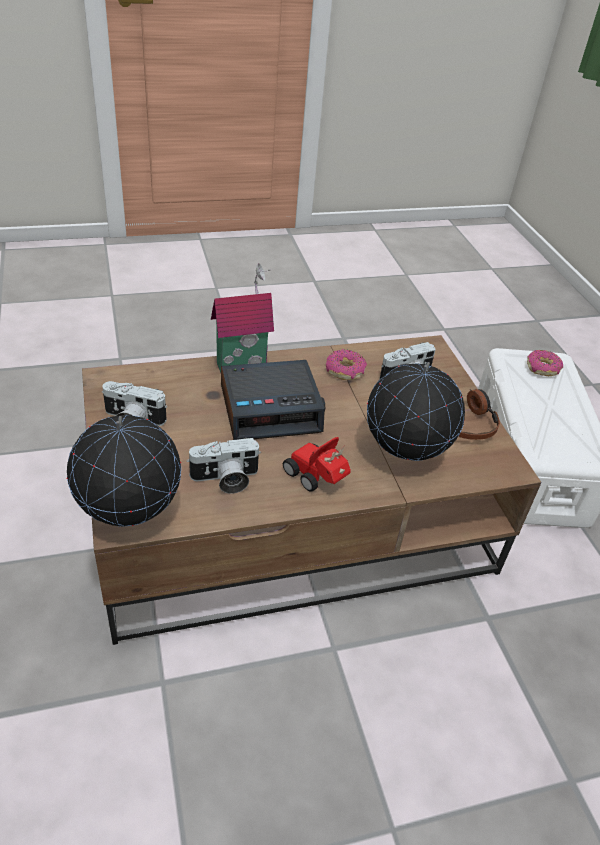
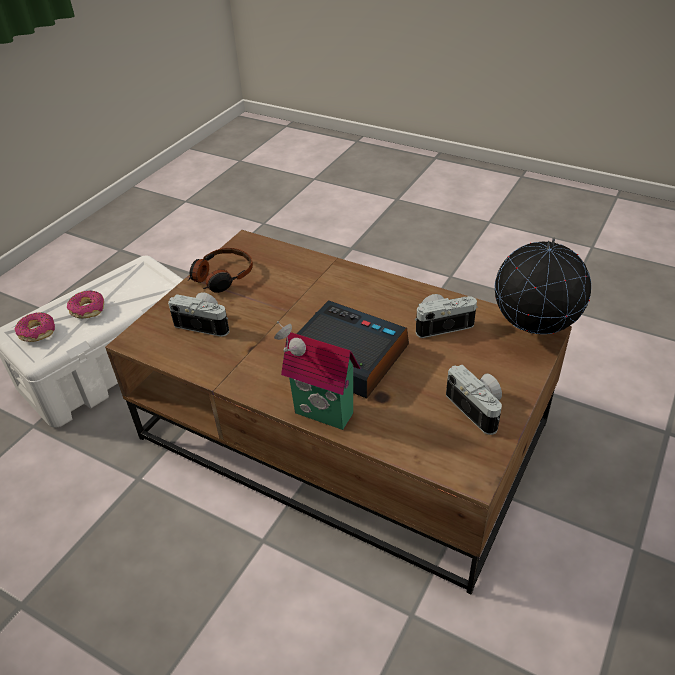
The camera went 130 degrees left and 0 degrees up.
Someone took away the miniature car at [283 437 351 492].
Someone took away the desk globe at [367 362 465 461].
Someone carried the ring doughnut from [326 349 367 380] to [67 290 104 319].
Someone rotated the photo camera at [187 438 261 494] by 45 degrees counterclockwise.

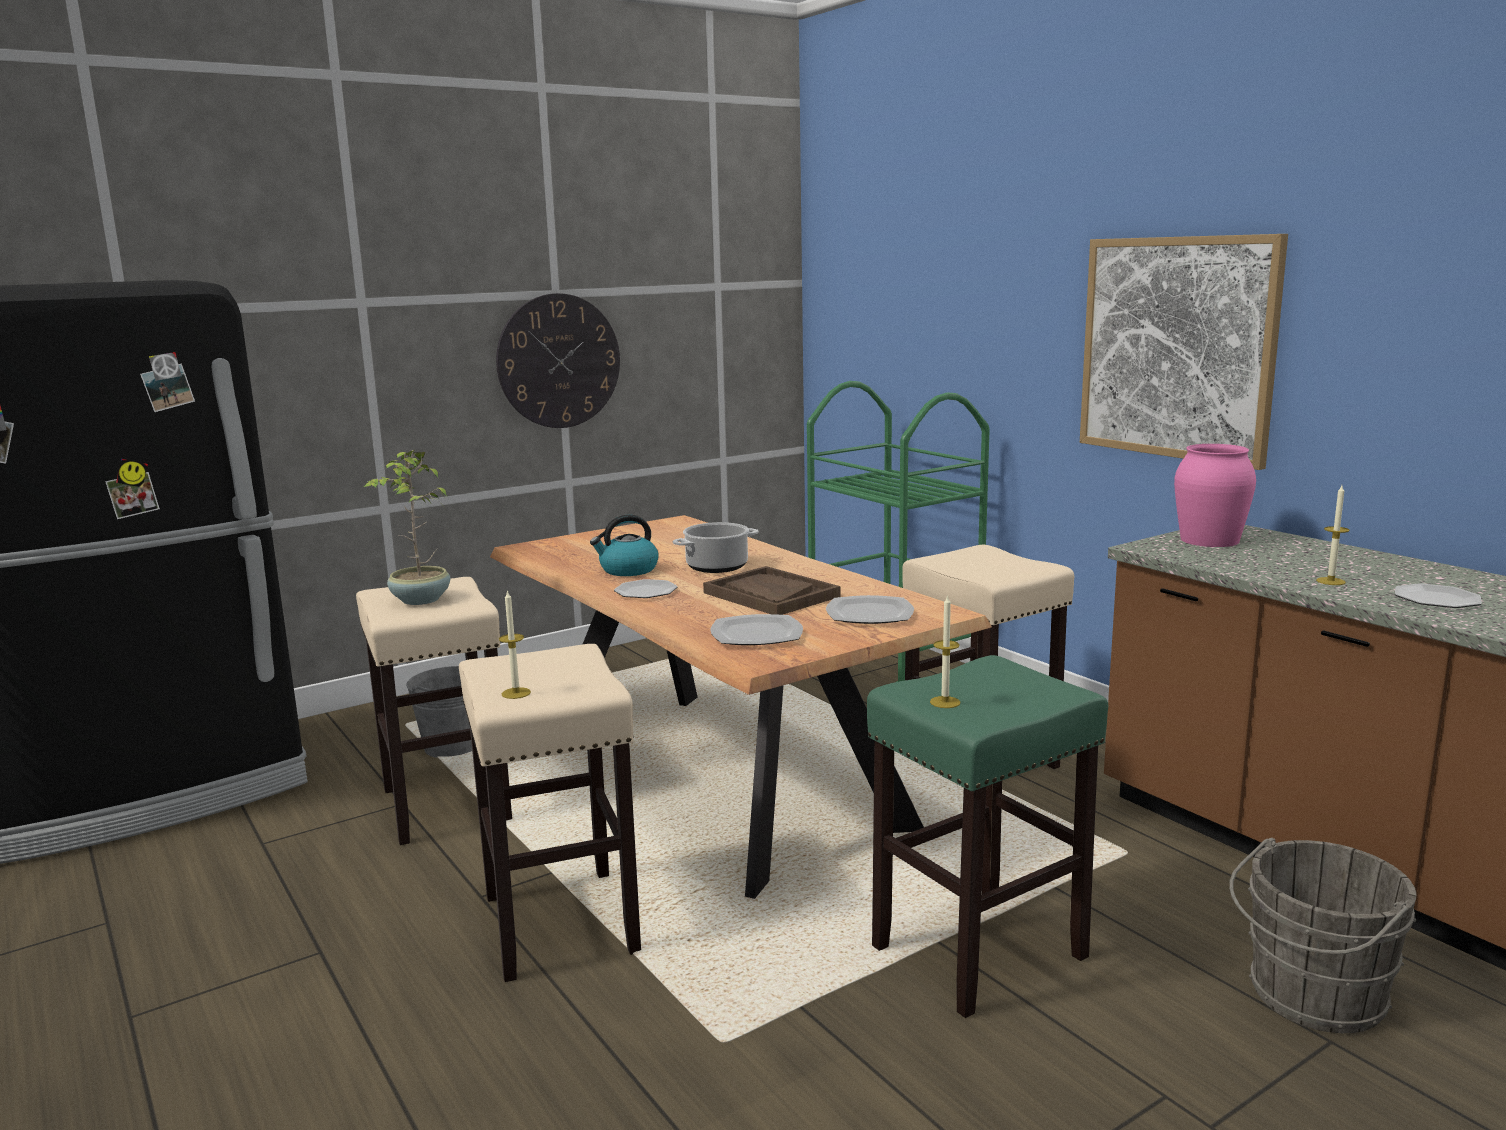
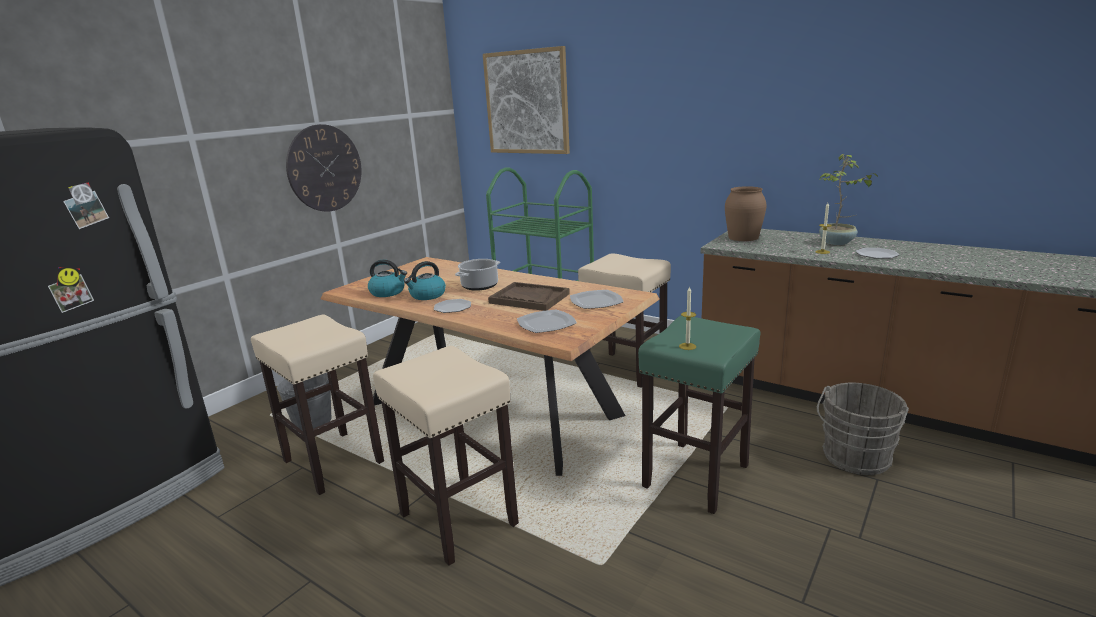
The camera went 20 degrees left and 5 degrees up.
Someone took away the candle at [499 590 531 699].
Someone put down the tea kettle at [368 260 407 297].
Someone carried the plant in a pot from [364 450 450 605] to [819 154 878 245].
Someone carried the picture from [1080 234 1288 470] to [483 46 570 154].
Someone repainted the pink-coloured decorative vase at [1174 444 1256 547], which became the brownish decorative vase at [725 186 767 241].

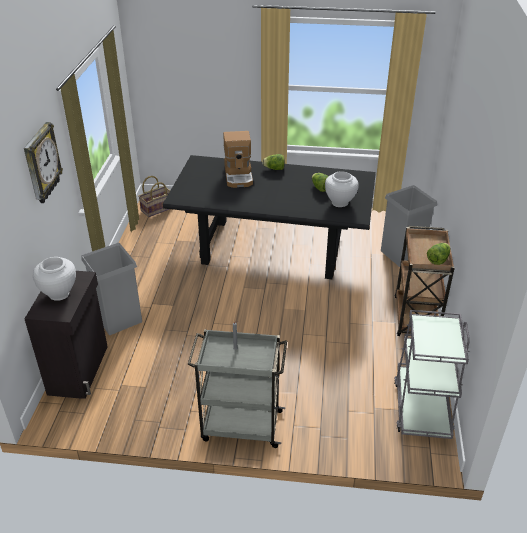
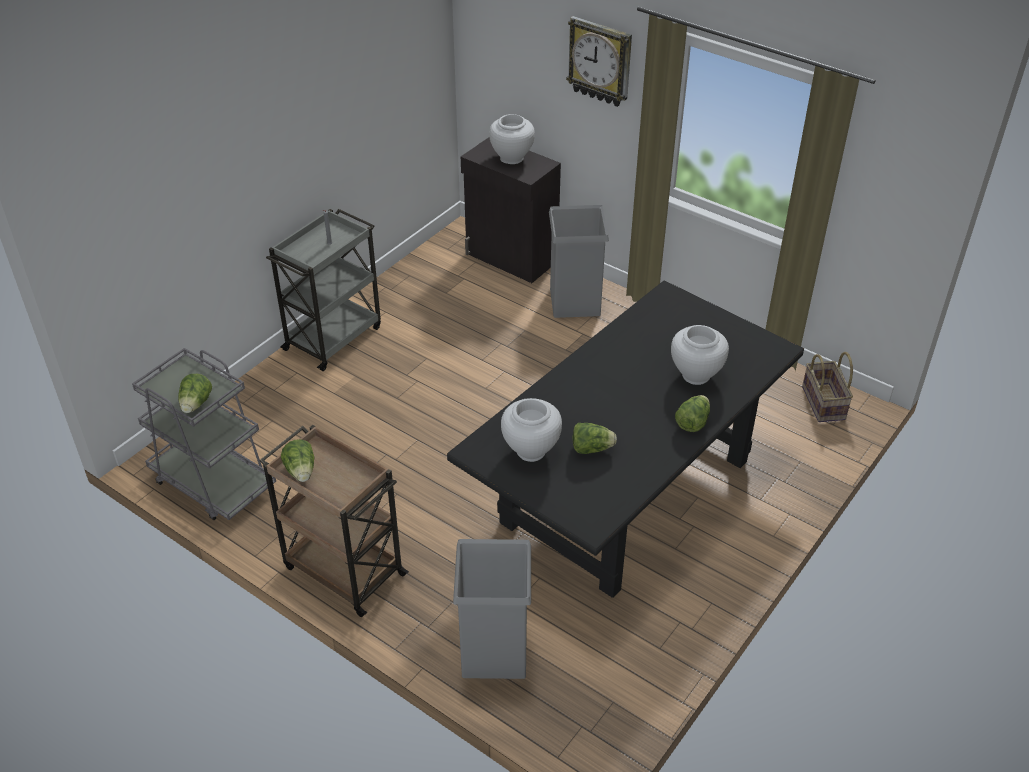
The camera went 120 degrees right and 5 degrees up.
Someone put down the lettuce head at [178 374 212 413].
Someone swapped the coffee machine at [223 131 253 188] for the white decorative vase at [671 325 729 385].

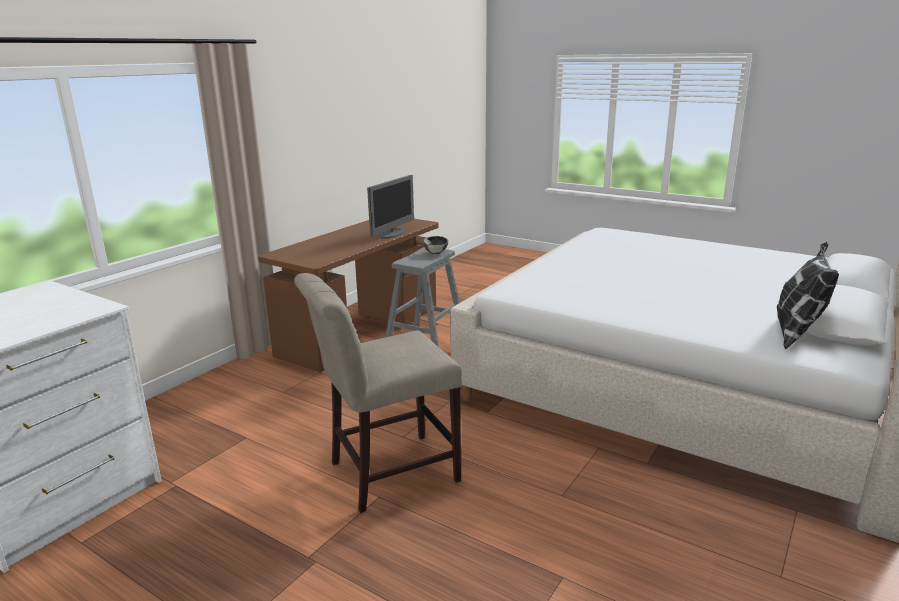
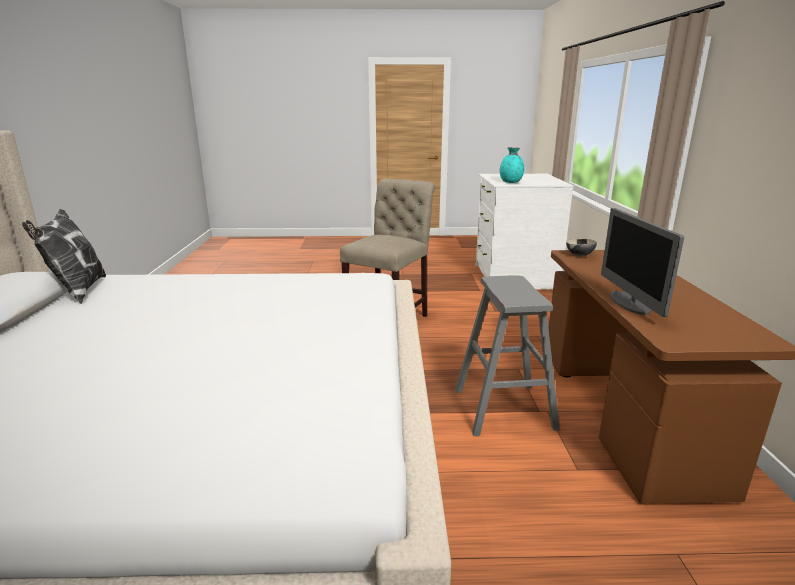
The camera went 145 degrees right and 0 degrees up.
Someone put down the blue-green decorative vase at [500 147 524 183].
Someone carried the serving bowl from [423 236 448 254] to [566 239 597 257].

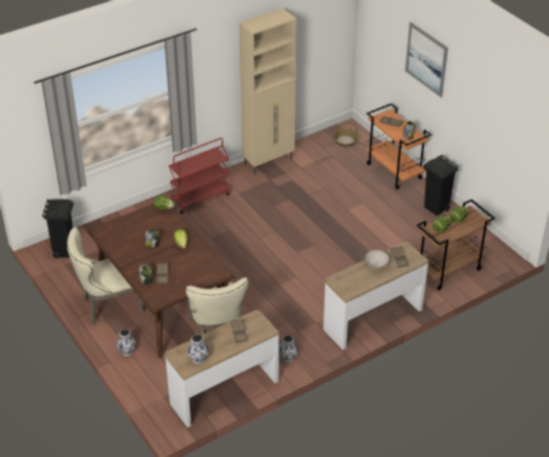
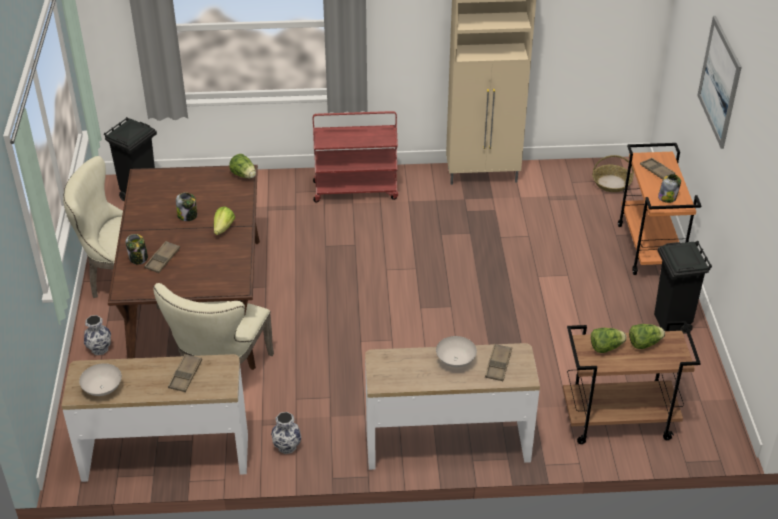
The camera went 30 degrees right and 0 degrees up.
Someone swapped the decorative vase at [188 334 209 364] for the white serving bowl at [79 363 122 396].

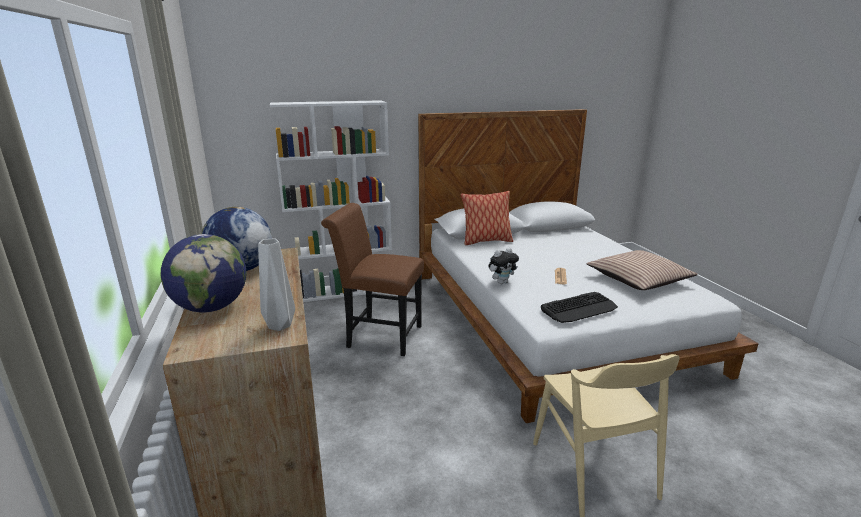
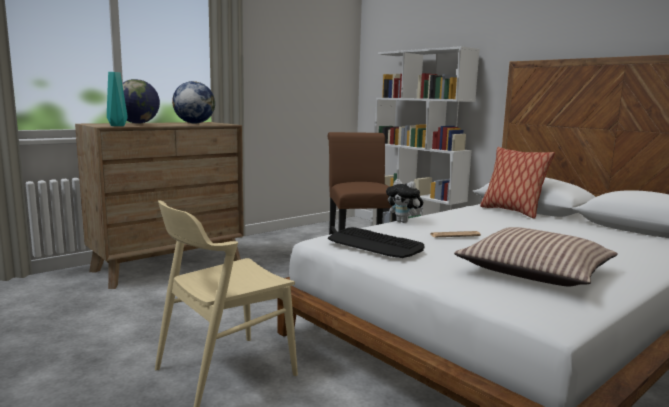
The camera went 65 degrees right and 10 degrees down.
Someone repainted the gray decorative vase at [258 238 295 331], which became the blue-green decorative vase at [107 72 128 126].

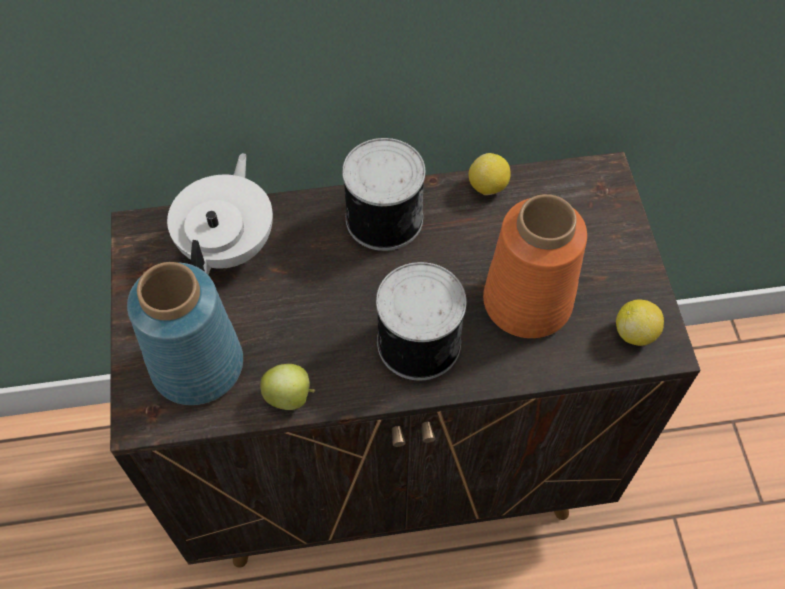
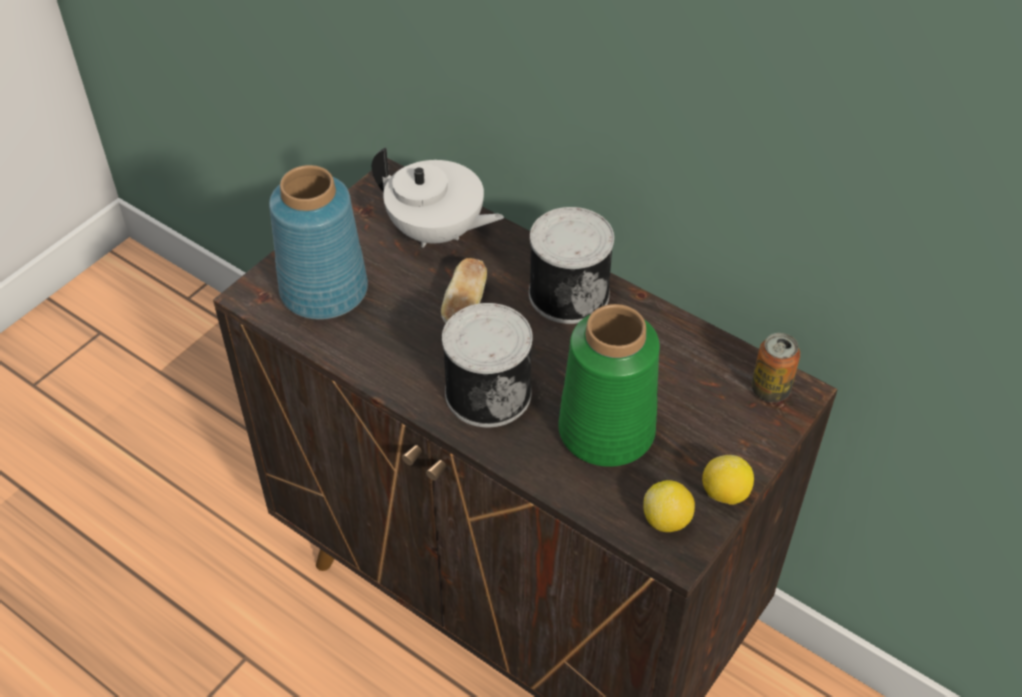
The camera went 45 degrees right and 10 degrees down.
Someone took away the apple at [260 364 315 410].
Someone put down the bakery bread at [441 258 487 324].
Someone put down the metal can at [751 333 800 402].
Someone carried the whole lemon from [468 153 511 195] to [702 455 754 505].
Someone repainted the orange-coloured decorative vase at [483 194 587 338], which became the green-coloured decorative vase at [558 304 660 467].
Someone rotated the white teapot at [167 153 273 276] by 60 degrees clockwise.

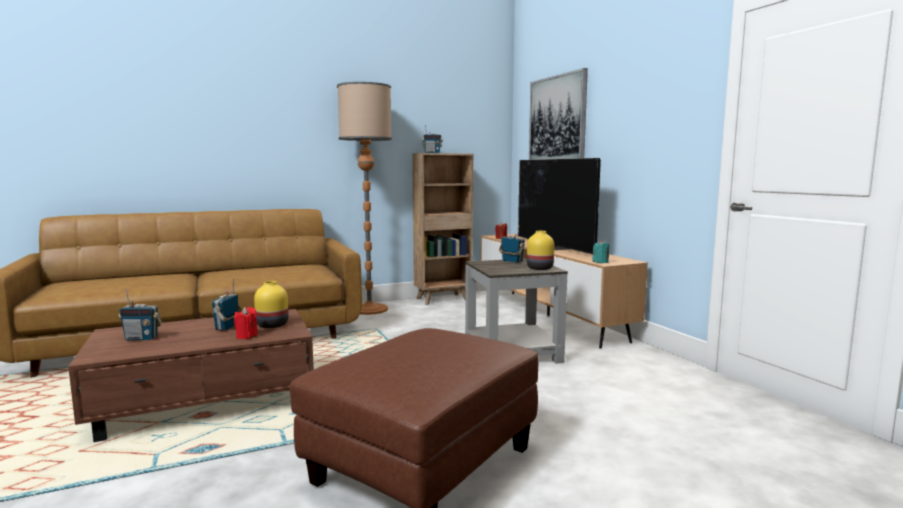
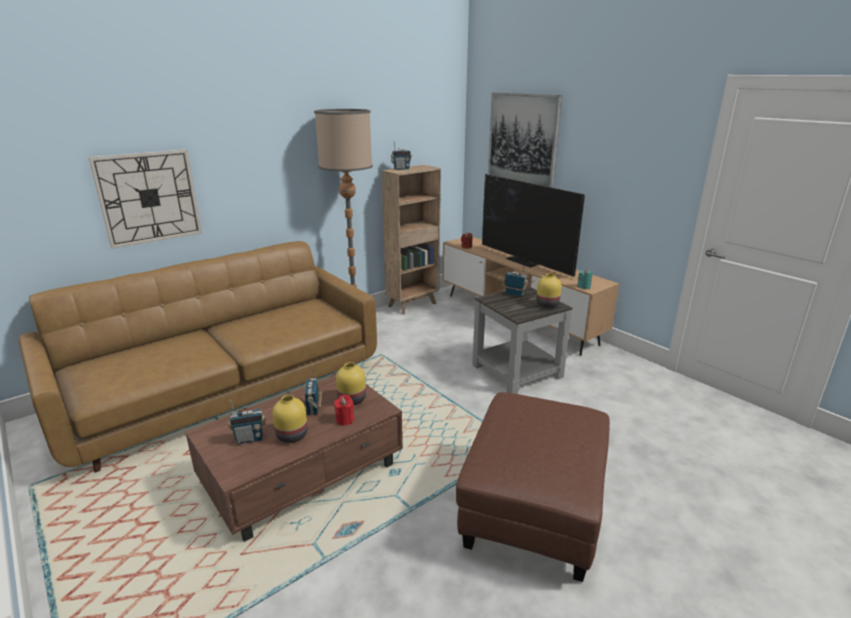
The camera went 15 degrees left and 15 degrees up.
Someone put up the wall clock at [88 149 202 249].
Someone put down the yellowish decorative vase at [272 395 308 443].

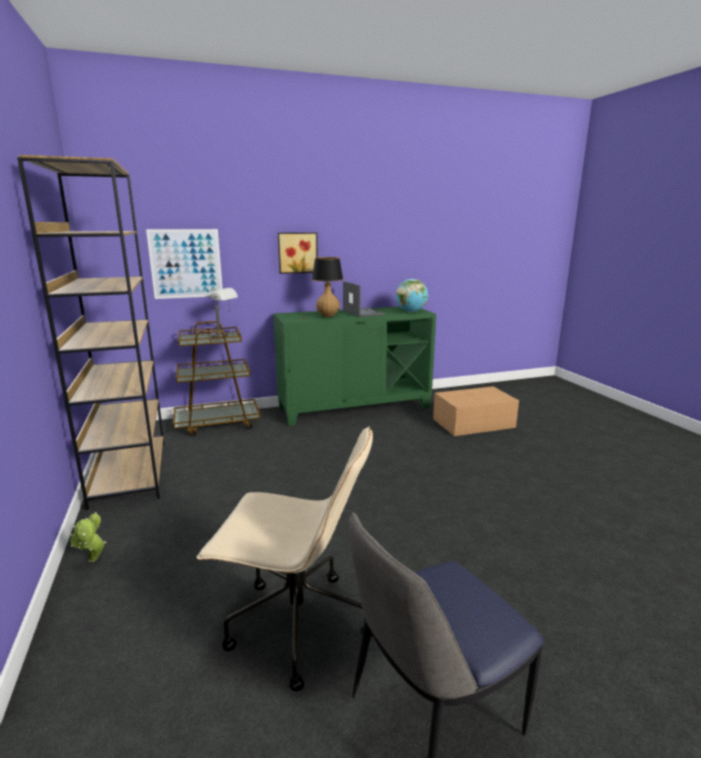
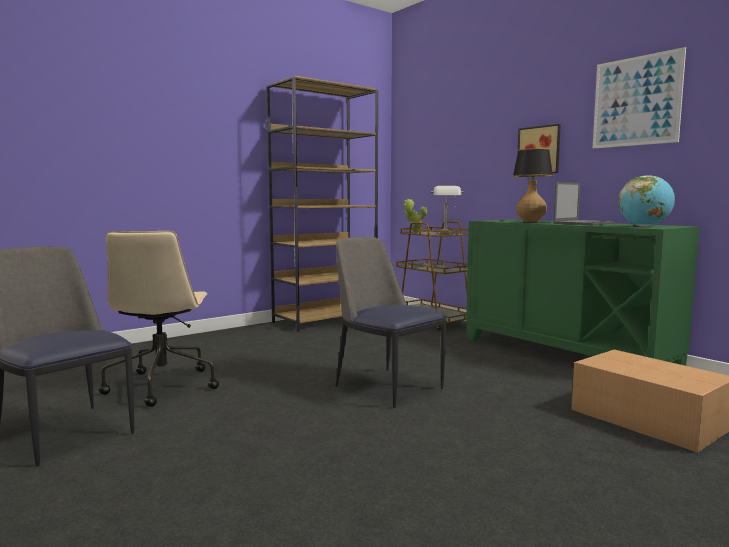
The camera went 70 degrees right and 10 degrees down.
Someone put down the chair at [336 237 446 408].
Someone carried the plant in a pot from [70 512 106 562] to [404 198 427 233].
Someone carried the picture from [146 229 223 299] to [593 47 686 149].

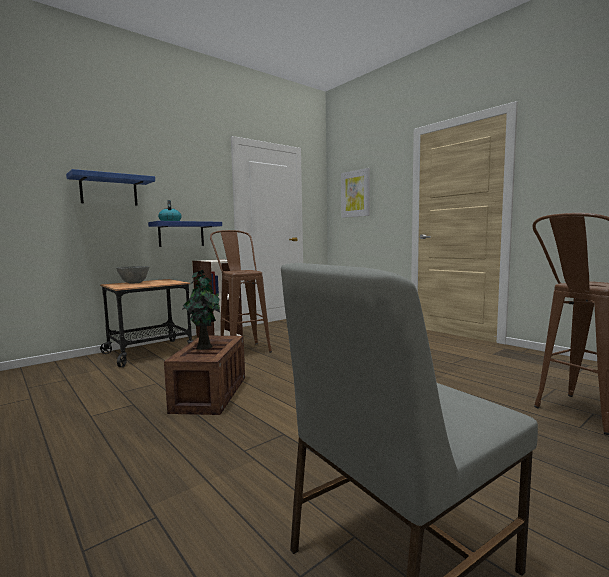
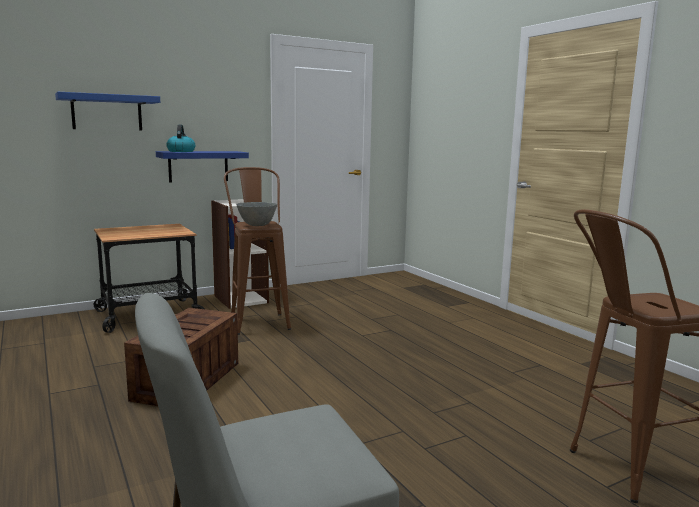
The camera went 10 degrees right and 5 degrees up.
Someone took away the plant in a pot at [182 270 220 349].
Someone took away the picture at [341 168 370 218].
Someone carried the gray serving bowl from [116 266 149 284] to [236 202 277 226].

